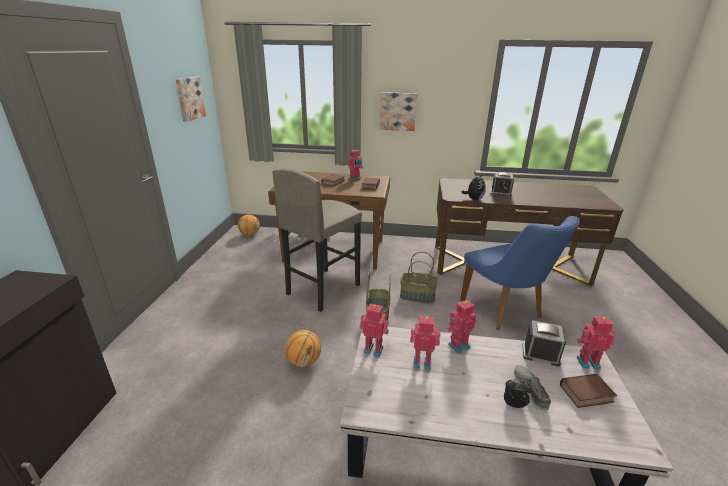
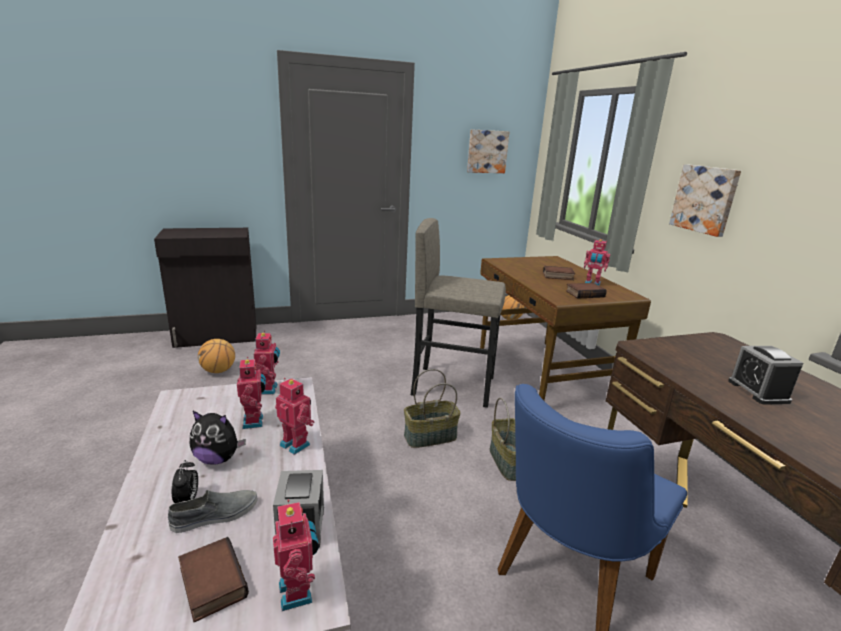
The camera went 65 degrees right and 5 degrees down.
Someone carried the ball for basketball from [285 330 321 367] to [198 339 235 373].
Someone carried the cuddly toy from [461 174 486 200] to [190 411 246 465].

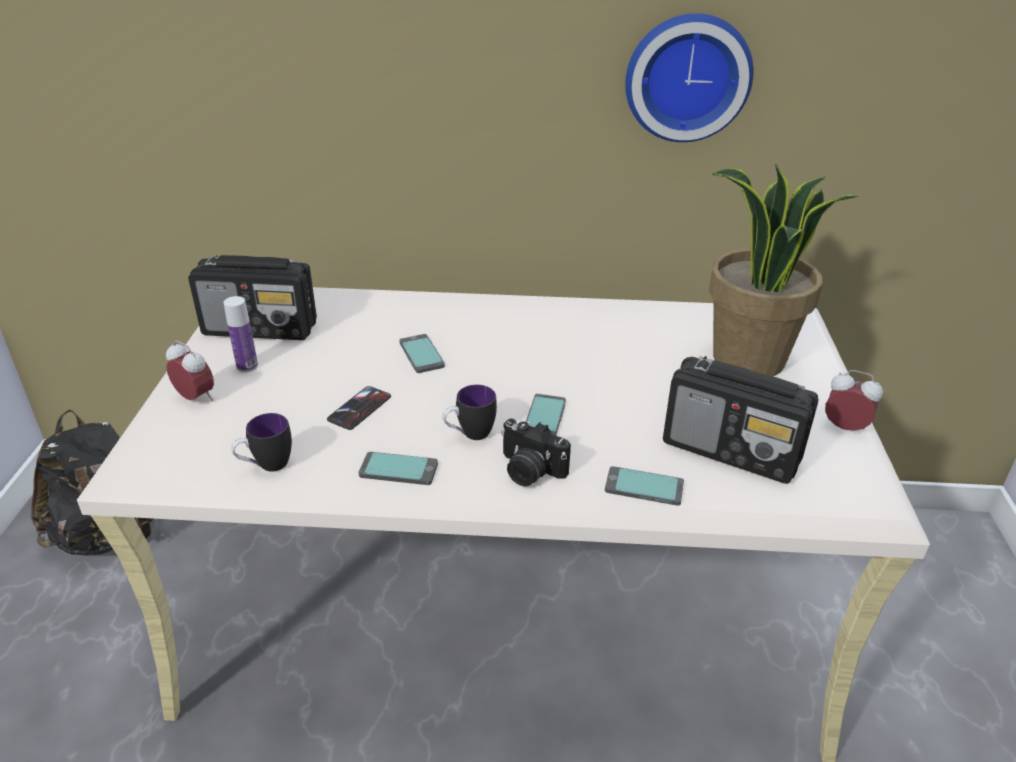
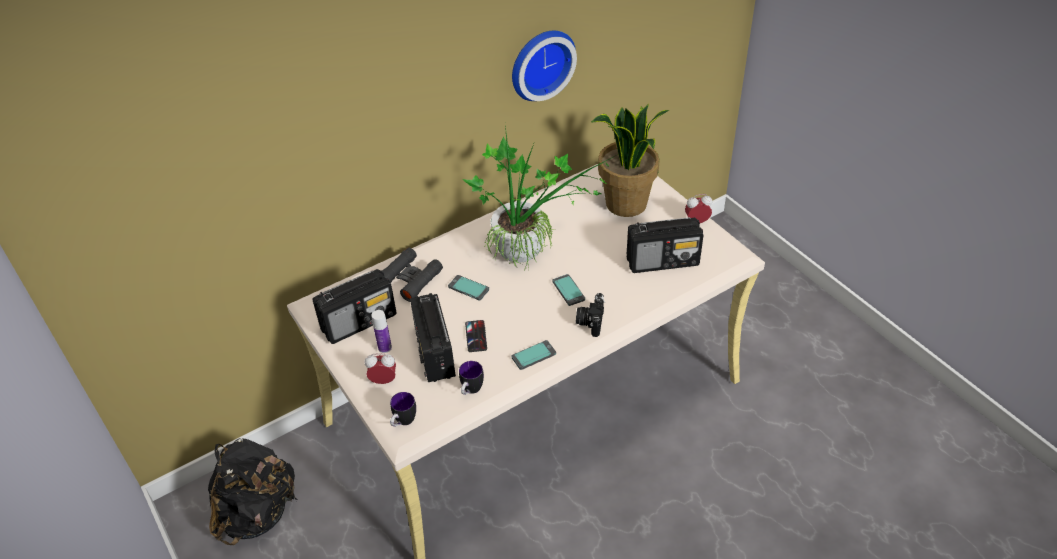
The camera went 35 degrees left and 10 degrees up.
Someone took away the phone at [605 466 684 506].
Someone put down the blackish field glasses at [382 248 443 302].
Someone put down the radio set at [410 293 456 382].
Someone put down the plant in a pot at [462 125 615 270].
Someone carried the mug from [443 385 497 440] to [390 392 416 427].
Someone rotated the photo camera at [501 418 571 486] by 105 degrees clockwise.

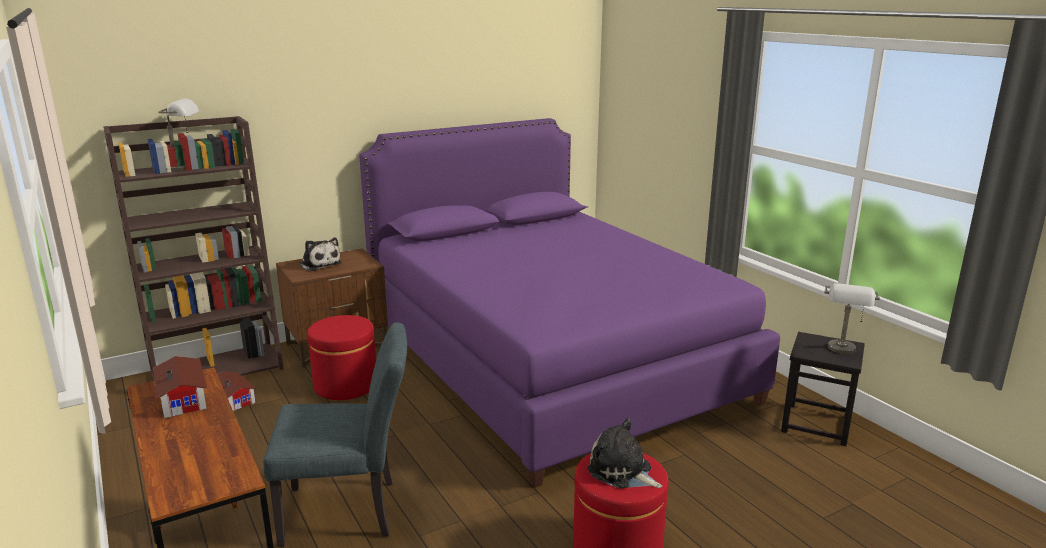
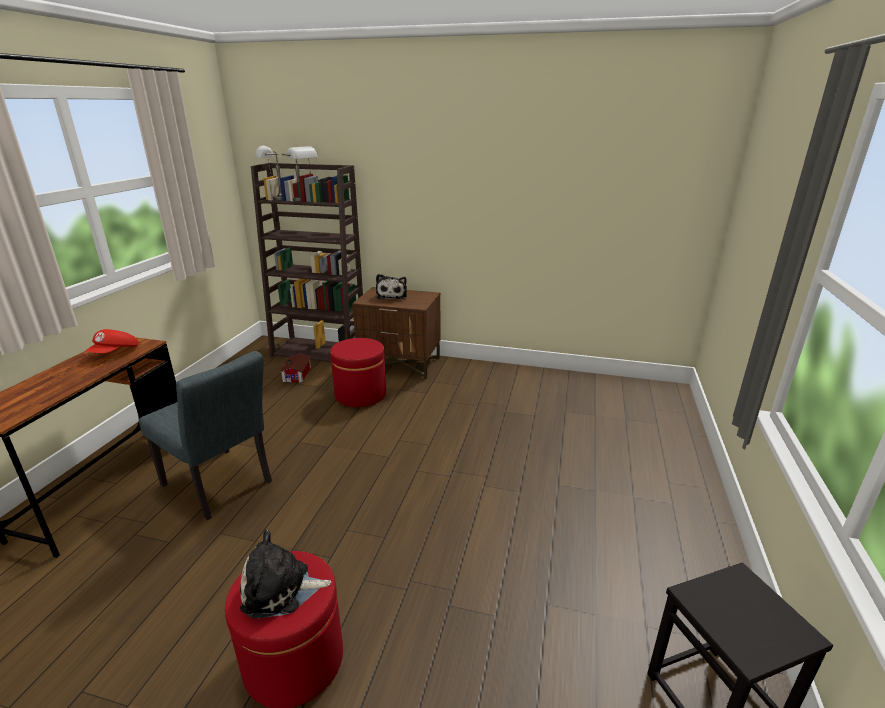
The camera went 45 degrees right and 5 degrees up.
Someone took away the purplish bedroom bed at [359 118 780 488].
Someone carried the gray lamp for a table from [824 283 880 354] to [255 146 283 200].
Someone swapped the toy house at [153 356 207 418] for the red-coloured peaked cap at [86 329 139 353].
Someone rotated the cuddly toy at [587 418 662 489] by 90 degrees counterclockwise.

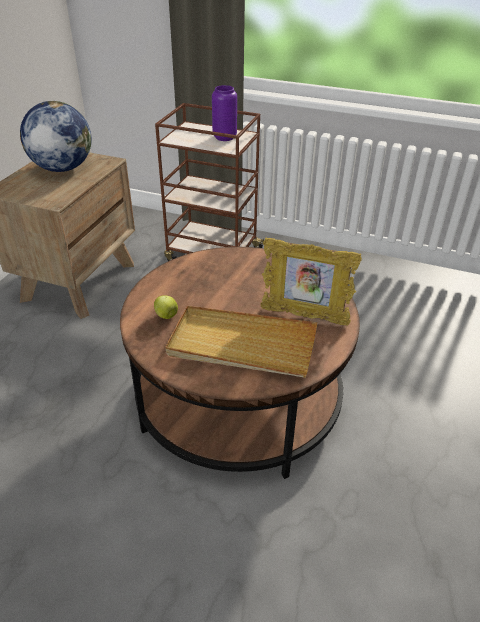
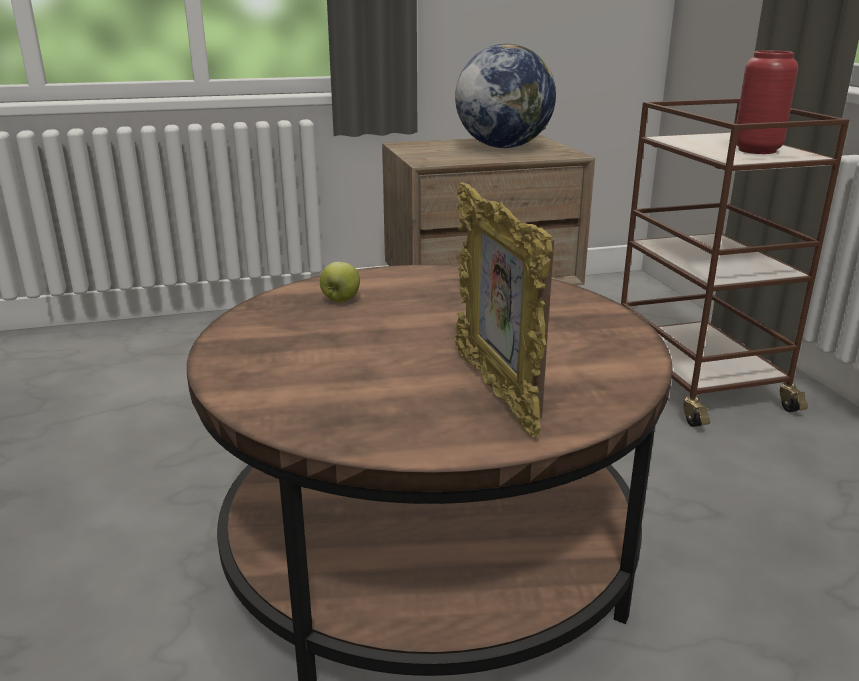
The camera went 55 degrees right and 15 degrees down.
Someone took away the beige-coloured tray at [166 306 317 378].
Someone repainted the purplish decorative vase at [212 85 237 141], which became the red-coloured decorative vase at [736 51 798 154].

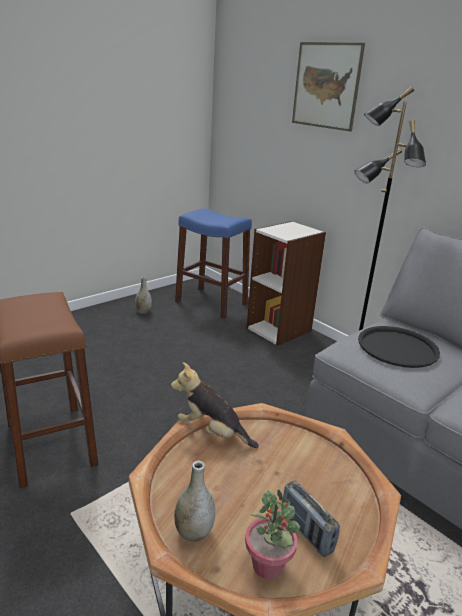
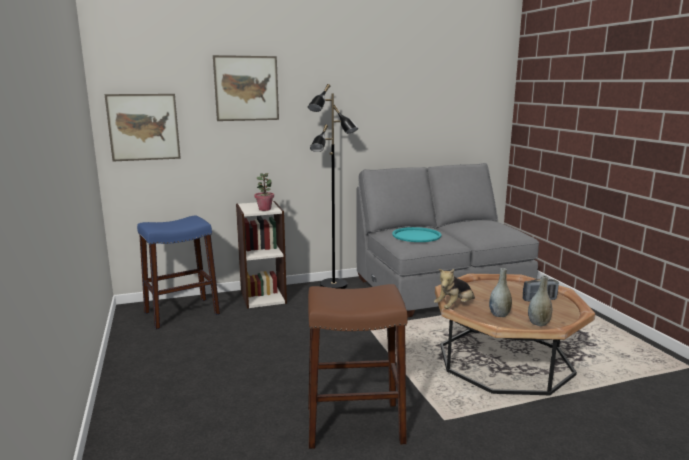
The camera went 65 degrees left and 10 degrees down.
Someone put up the picture at [104 94 181 161].
Someone carried the gray decorative vase from [135 277 152 314] to [489 268 512 317].
Someone carried the plant in a pot from [245 489 300 579] to [254 173 274 211].
Someone repainted the blackish tray at [358 326 440 368], which became the blue-green tray at [392 227 441 242].

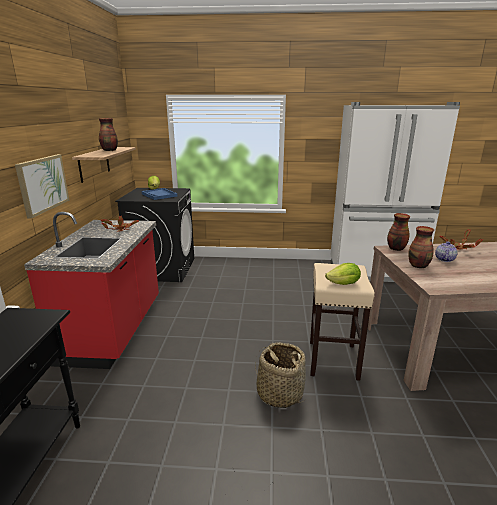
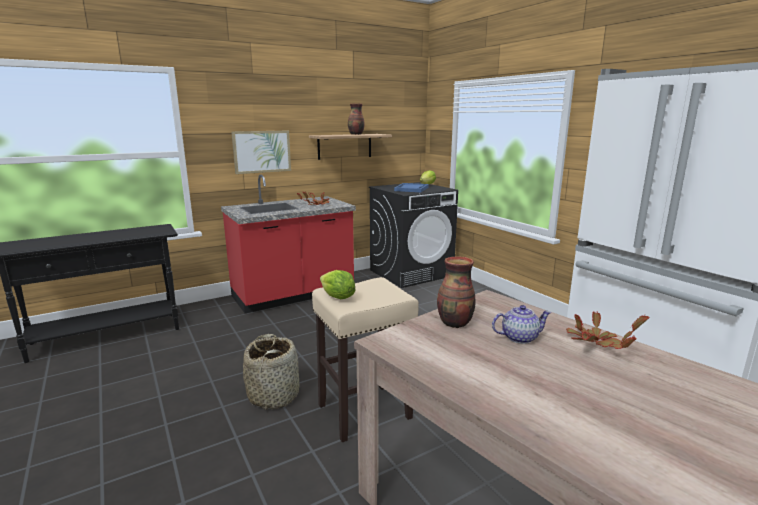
The camera went 55 degrees right and 5 degrees down.
Someone took away the decorative vase at [387 213 410 251].

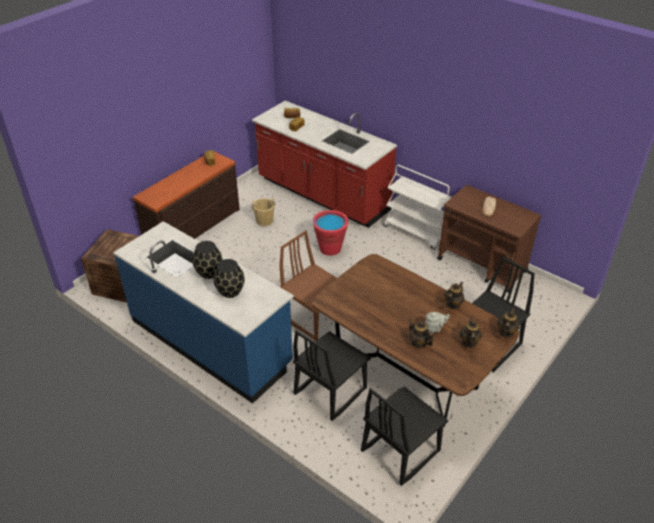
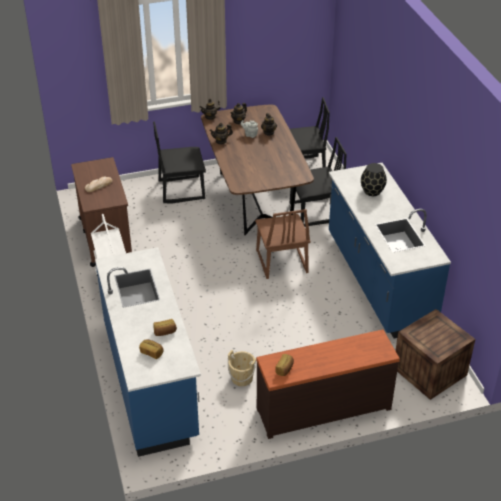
The camera went 145 degrees left and 0 degrees up.
Someone took away the blackish decorative vase at [192 241 223 279].
Someone took away the red-coloured bucket at [312 210 349 256].
Someone repainted the red-coloured kitchen counter at [252 100 397 228], which became the bluish kitchen counter at [95 247 201 457].

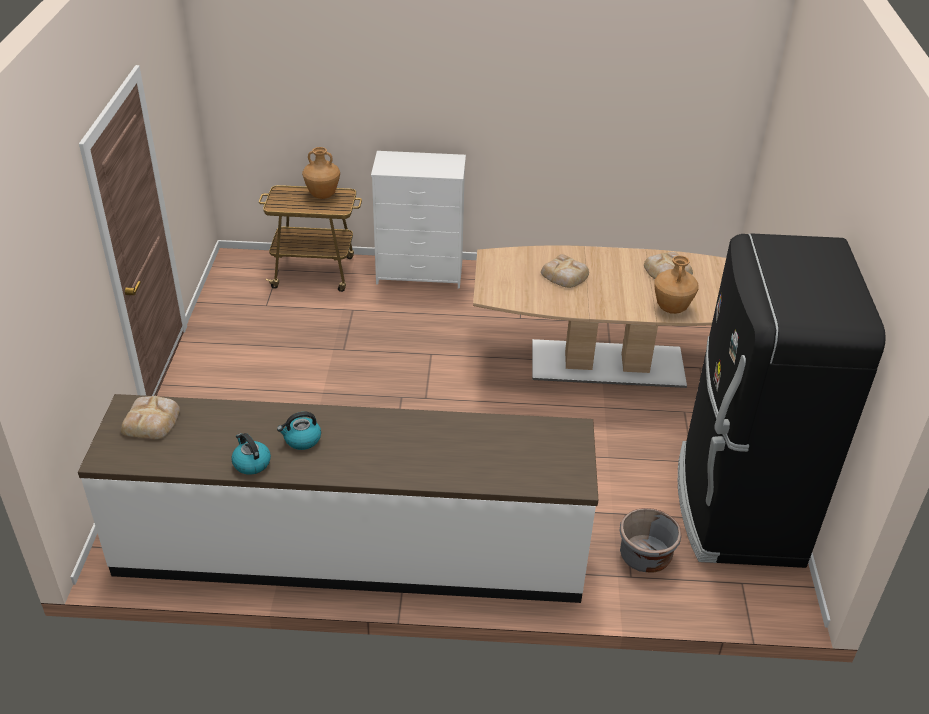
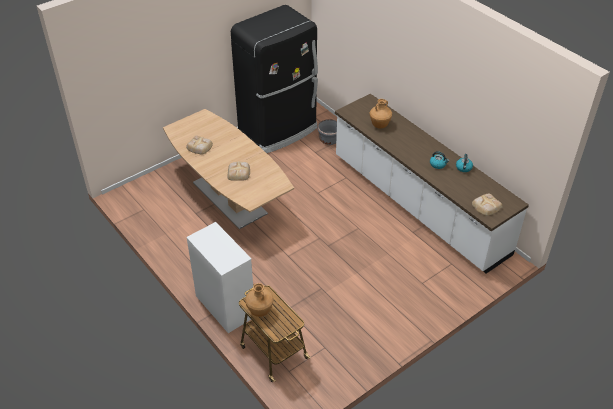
The camera went 130 degrees left and 5 degrees up.
Someone carried the brownish decorative vase from [654 255 699 314] to [370 99 392 129].

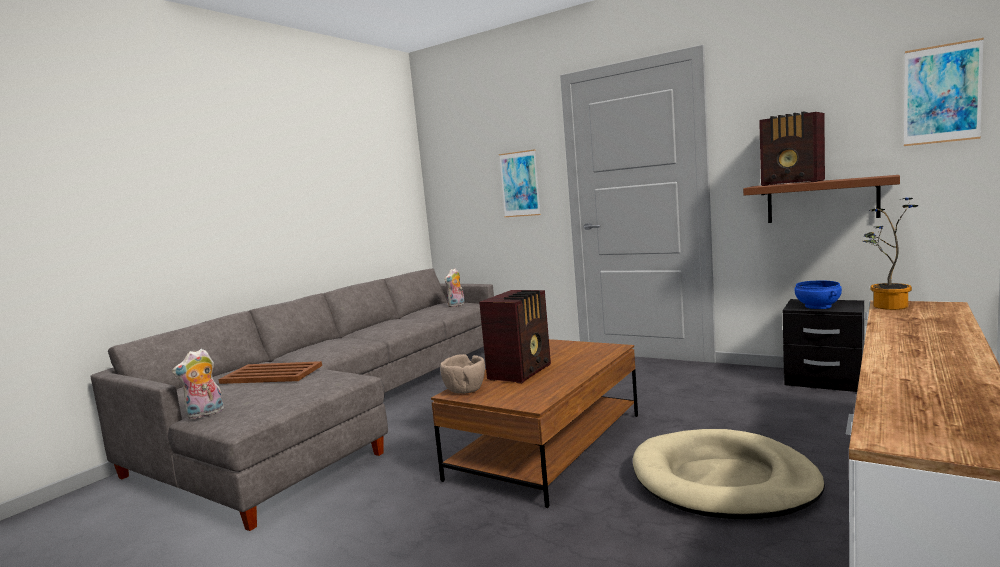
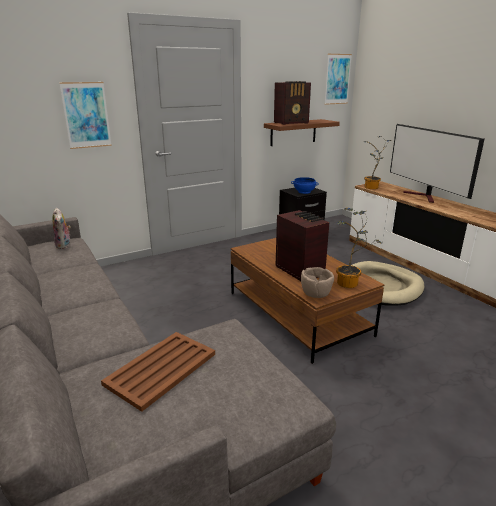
The camera went 65 degrees left and 15 degrees up.
Someone took away the cuddly toy at [172 349 224 419].
Someone put down the plant in a pot at [336 208 382 288].
Someone put down the TV set at [390 124 485 203].

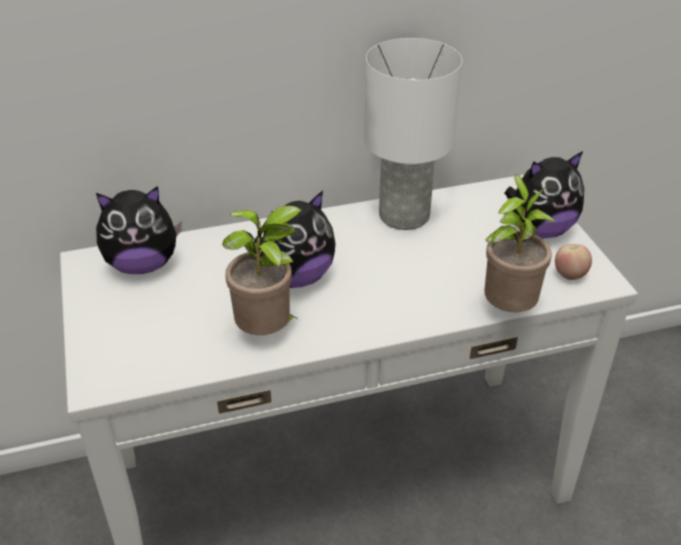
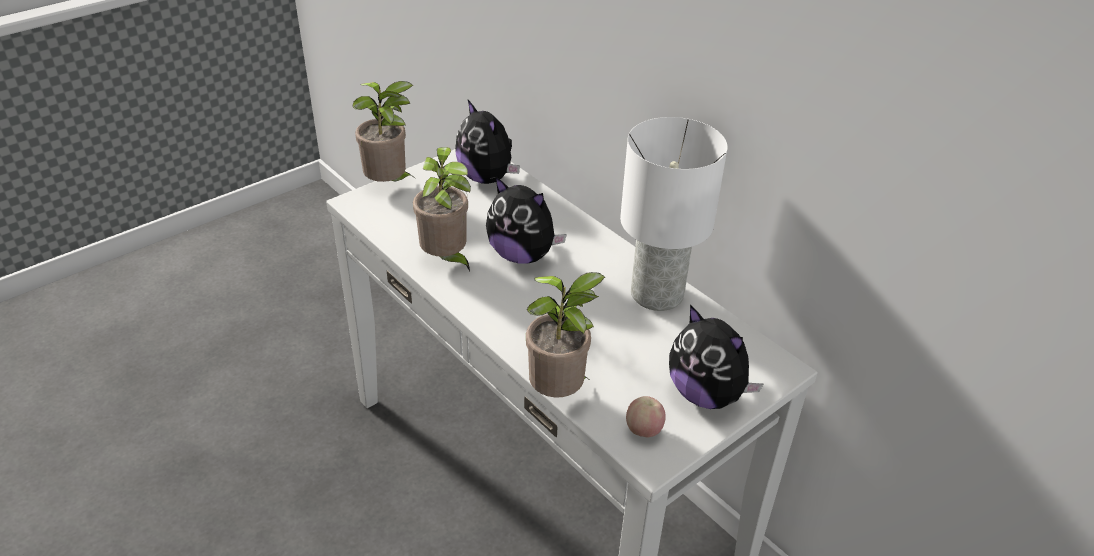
The camera went 65 degrees right and 0 degrees up.
Someone put down the plant in a pot at [353 81 413 182].

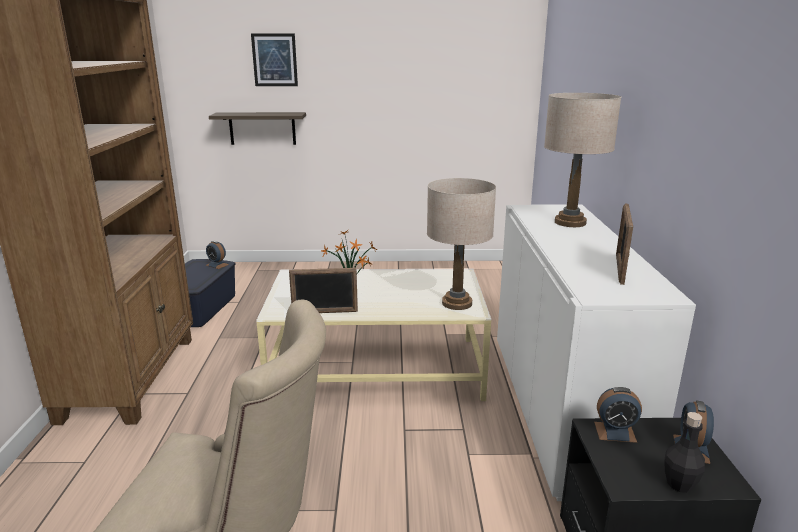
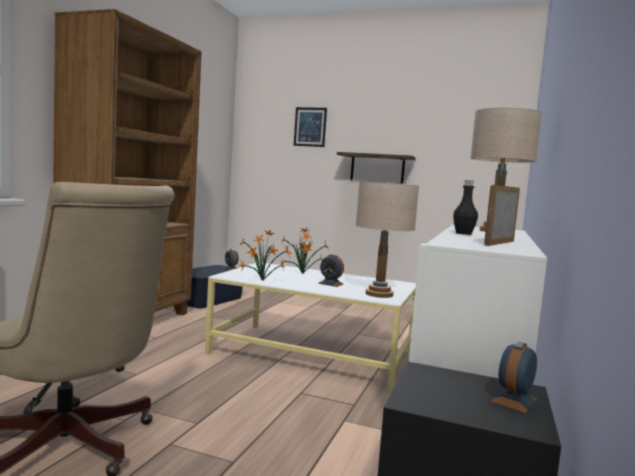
The camera went 20 degrees right and 15 degrees down.
Someone carried the wall shelf from [209 112 306 145] to [337 152 416 184].
Someone carried the alarm clock from [594 387 642 443] to [318 254 344 287].
Someone carried the blackish bottle from [665 412 705 493] to [453 180 478 235].
Someone swapped the standing frame at [289 268 358 313] for the plant in a pot at [239 229 292 280].

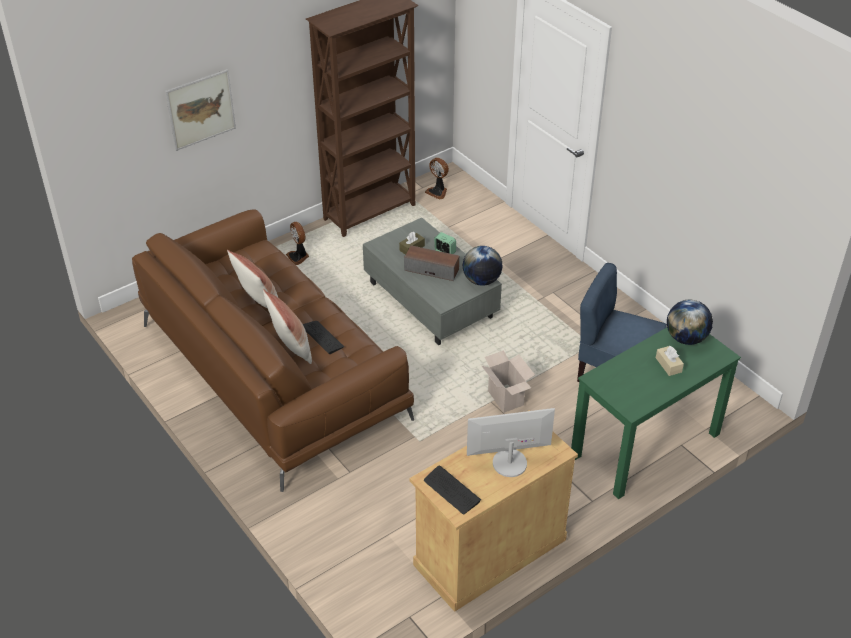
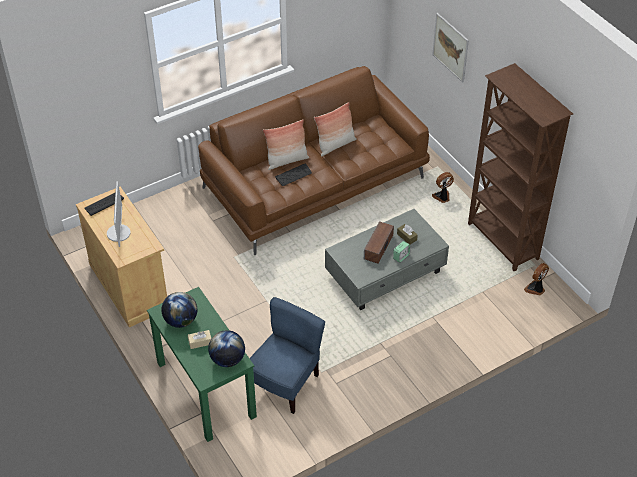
The camera went 95 degrees right and 5 degrees up.
Someone took away the packing box at [482 350 535 413].
Someone carried the desk globe from [463 246 503 286] to [162 292 197 328].

